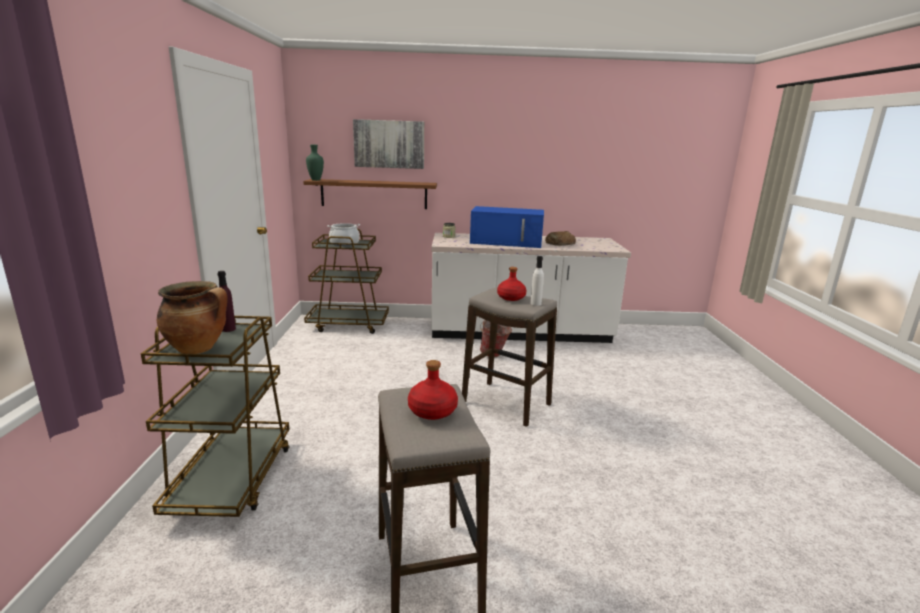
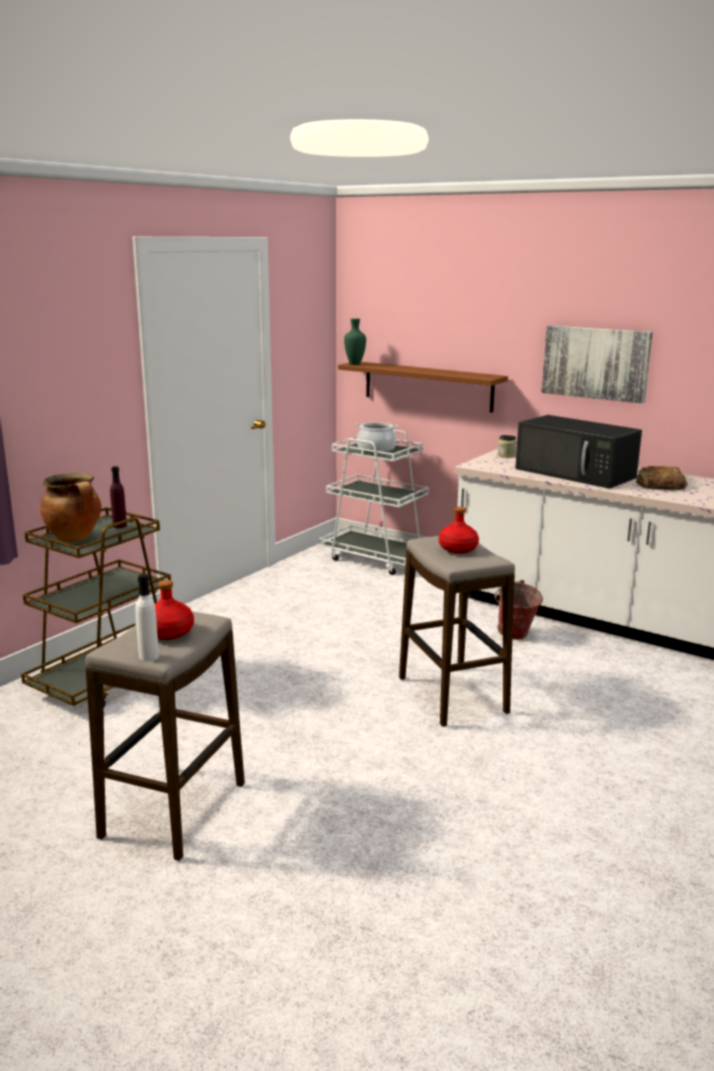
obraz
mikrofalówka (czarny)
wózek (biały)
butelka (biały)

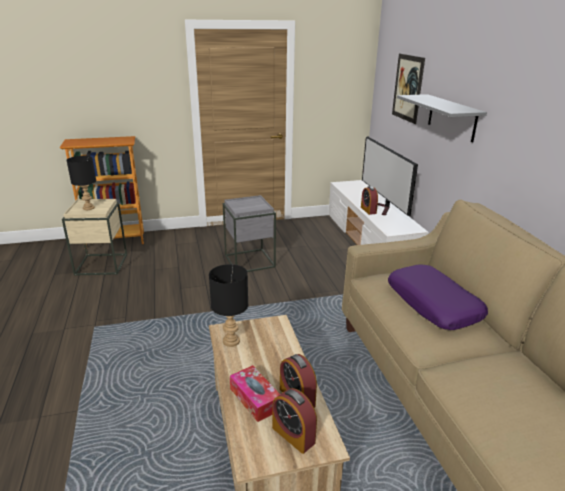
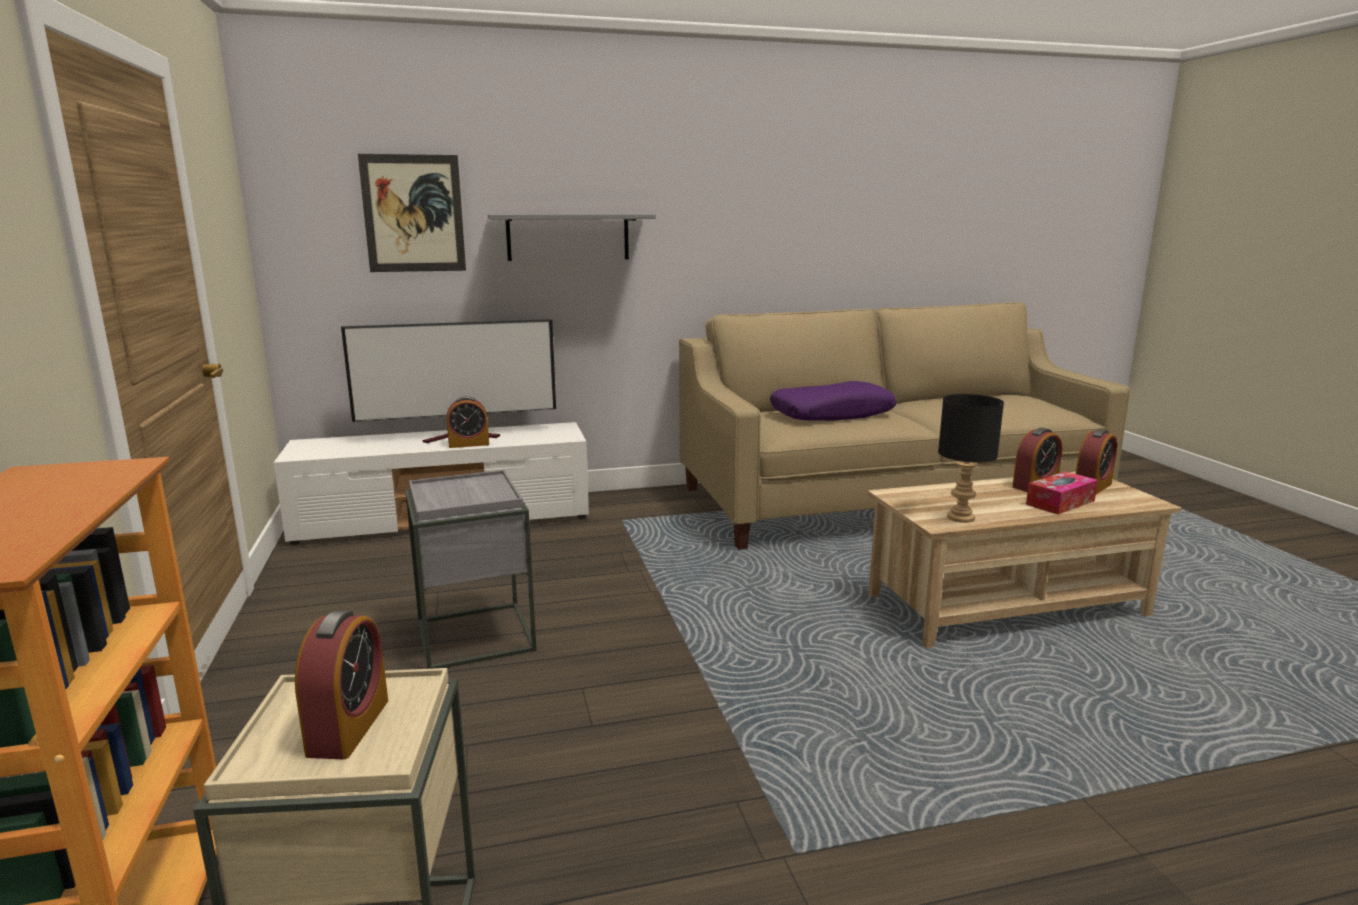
budzik (1st from left)

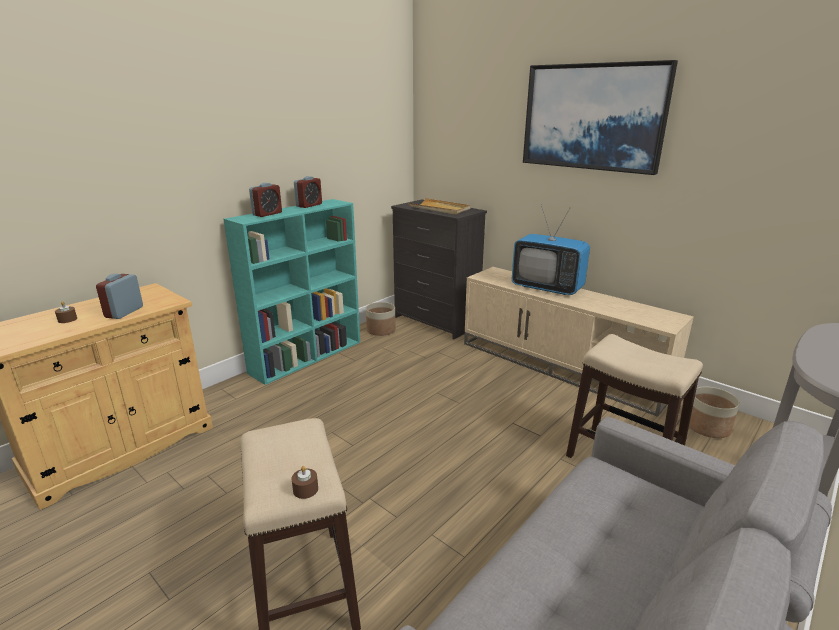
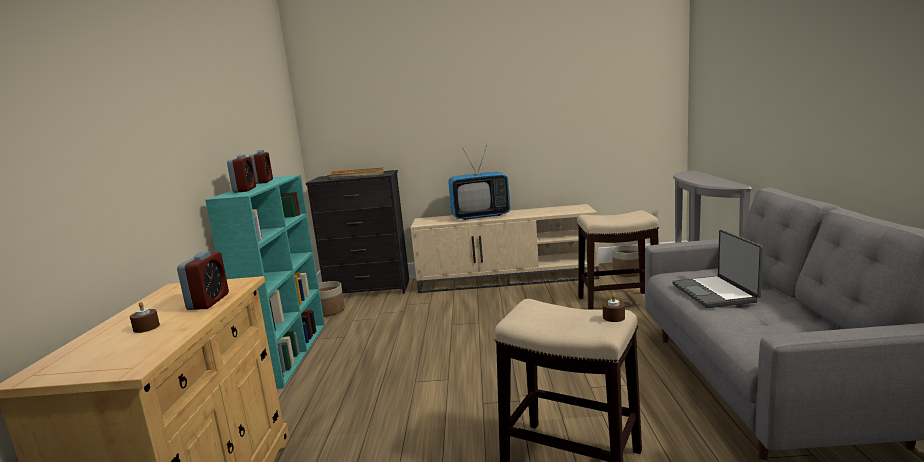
obraz
budzik (1st from left)
laptop

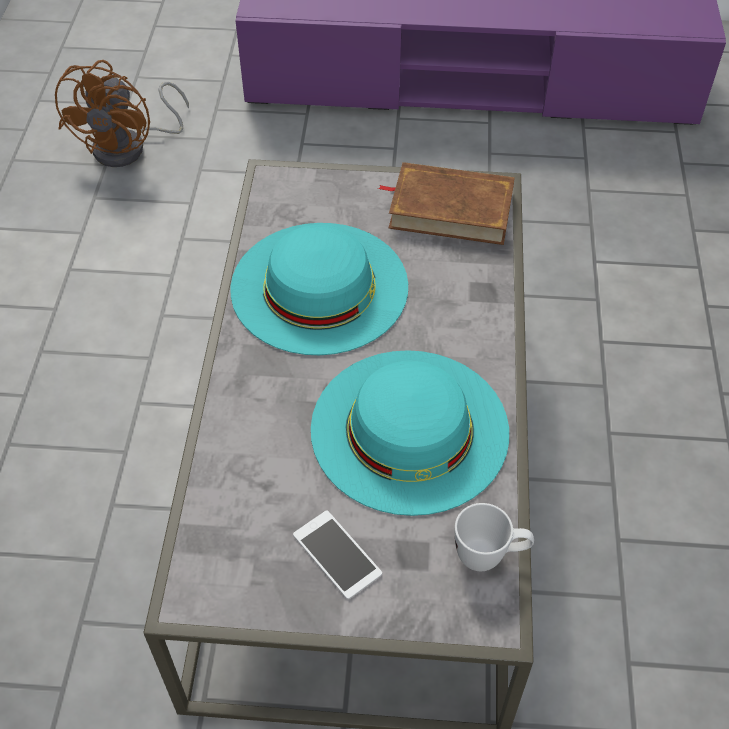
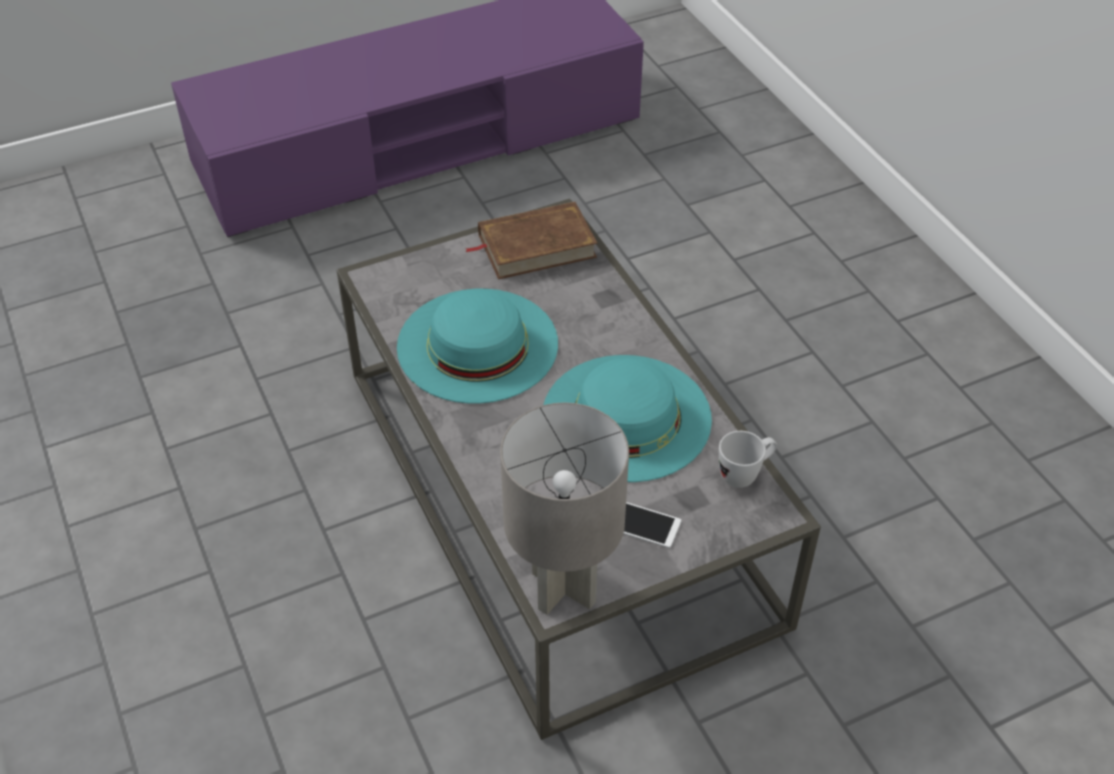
wentylator (brązowy)
lampa stołowa (szary)

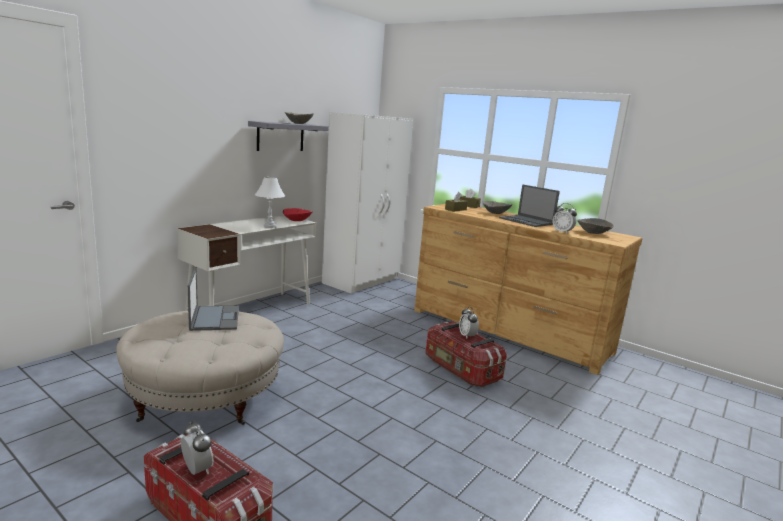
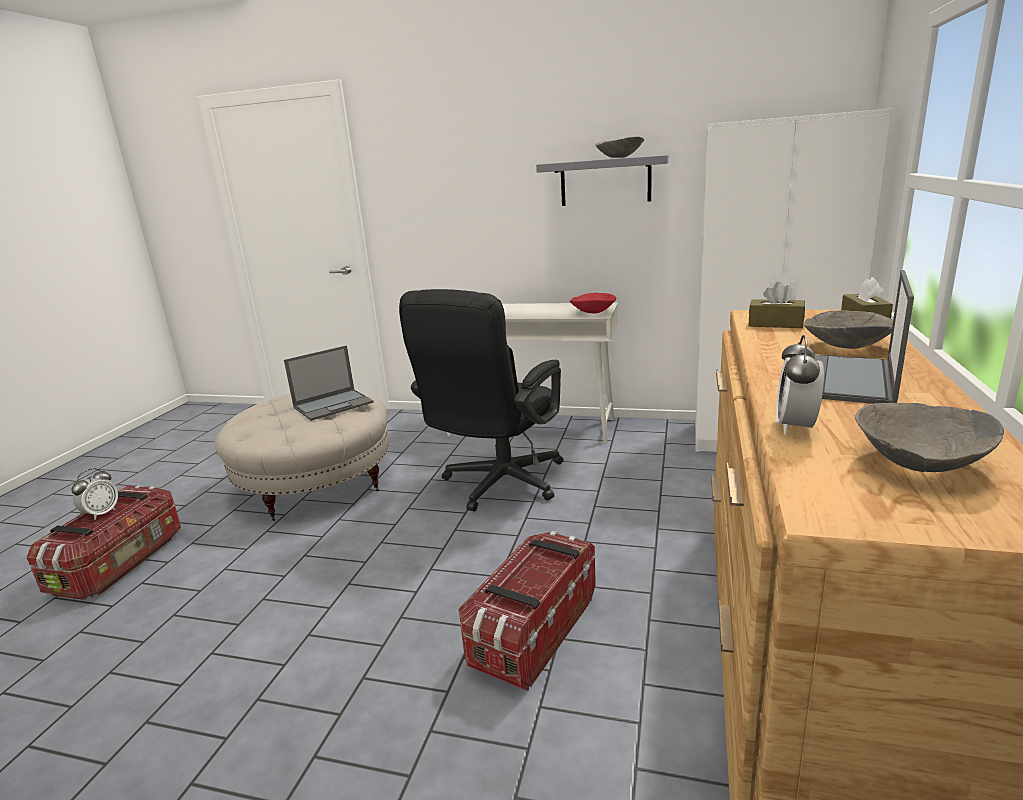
lampa stołowa (biały)
budzik (2nd from left in the first image)
krzesło biurowe (czarny)

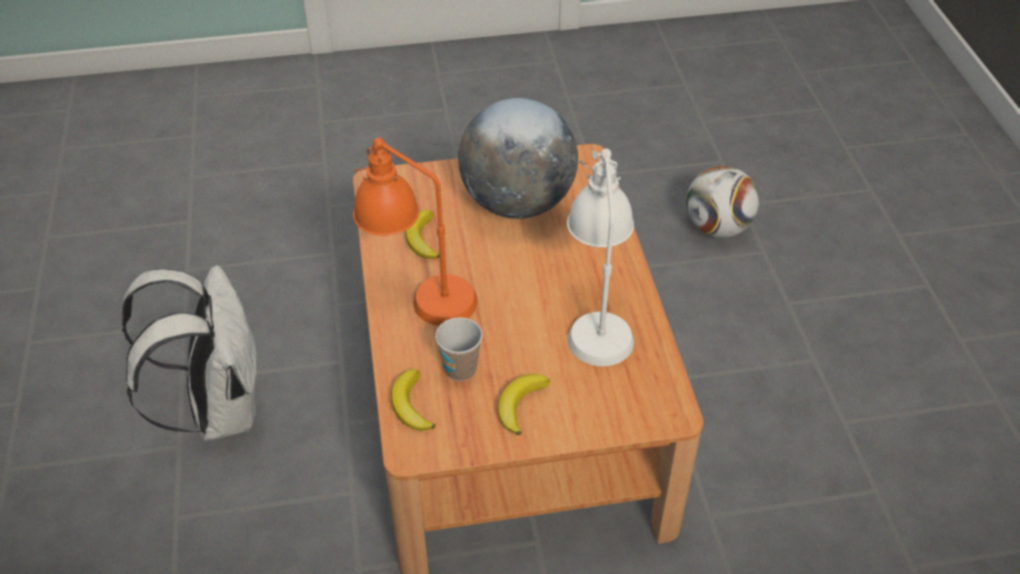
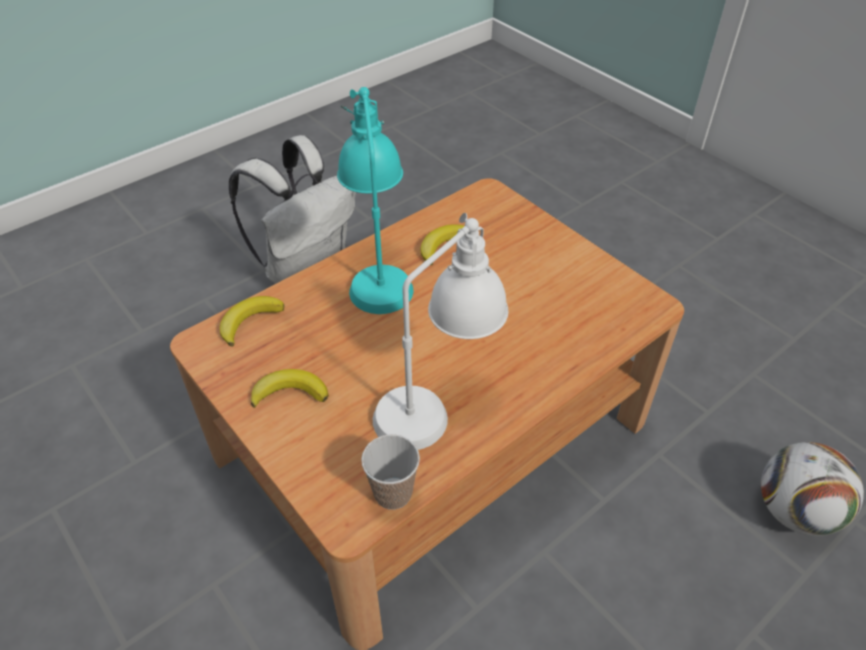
globus
lampa stołowa (turkusowy)
filiżanka

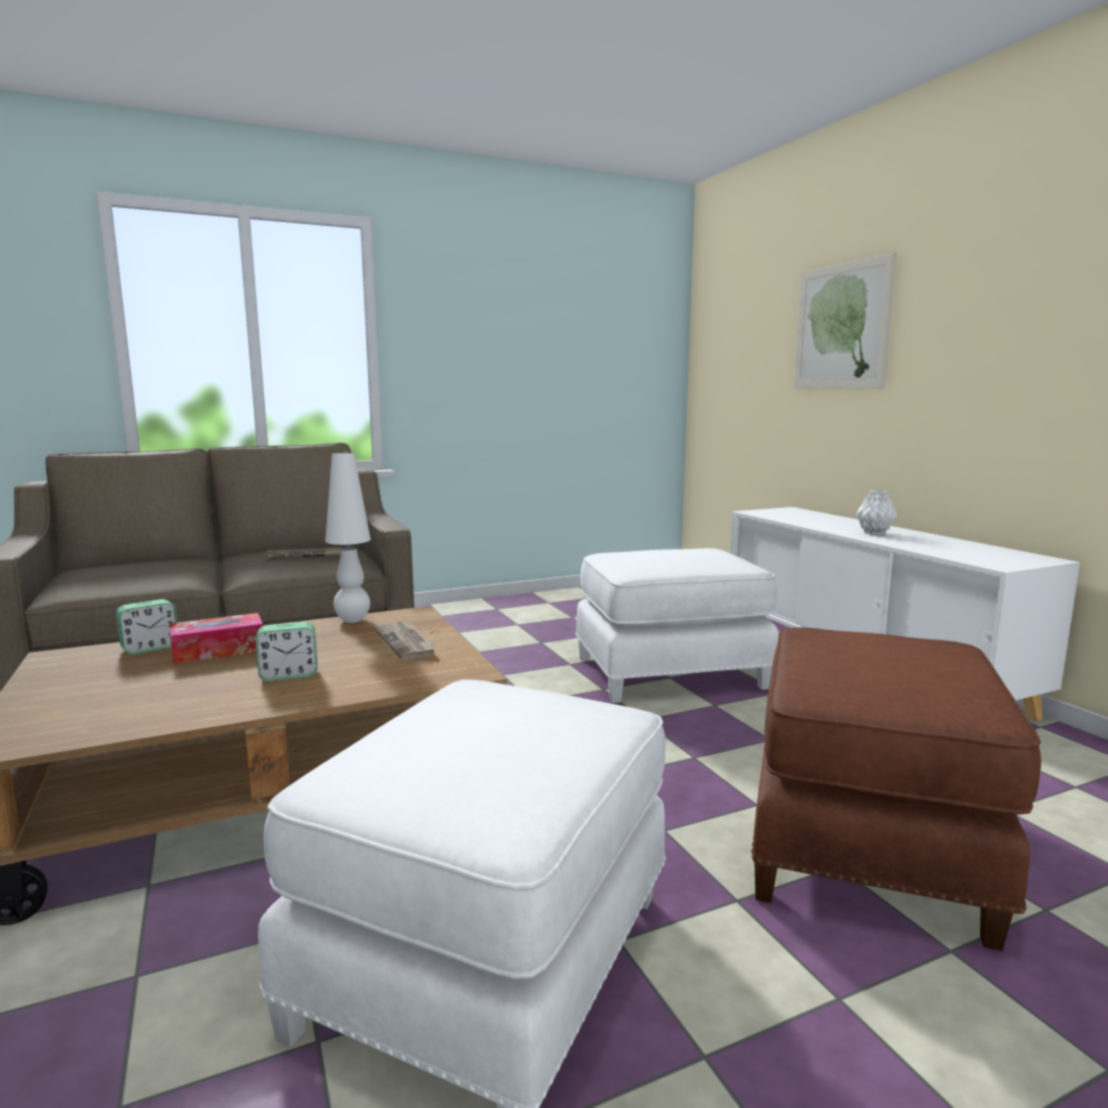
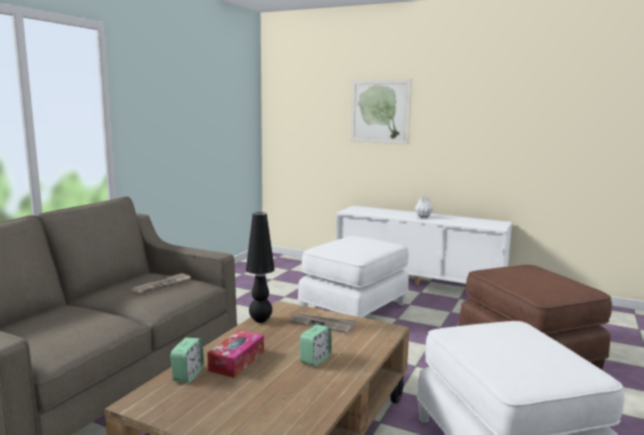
lampa stołowa (czarny)

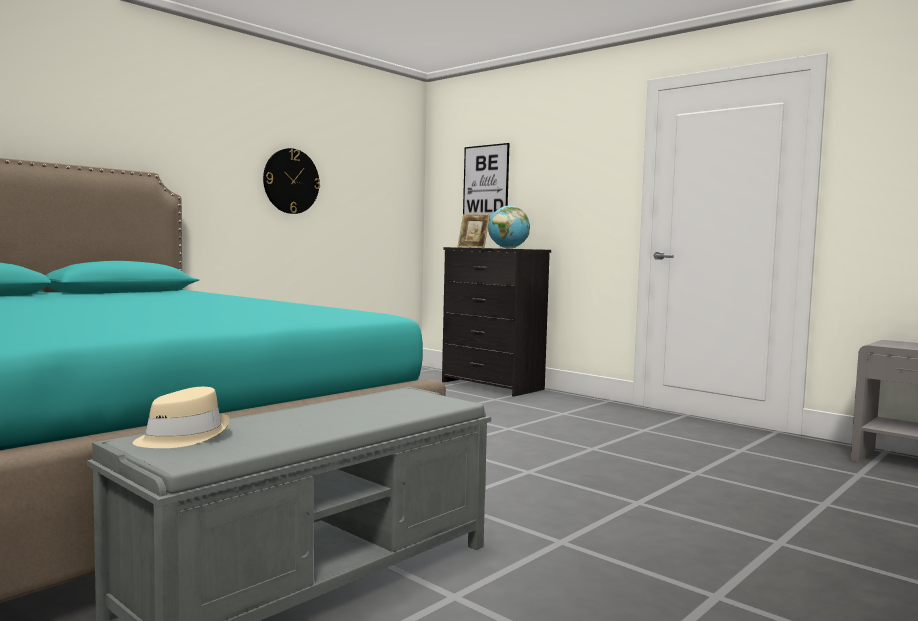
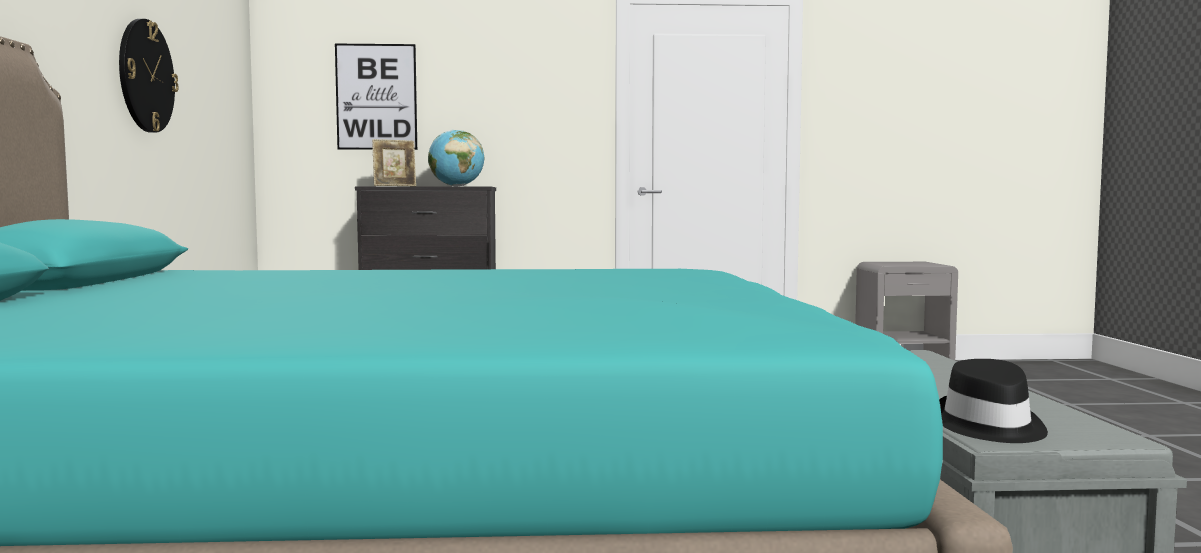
kapelusz (czarny)

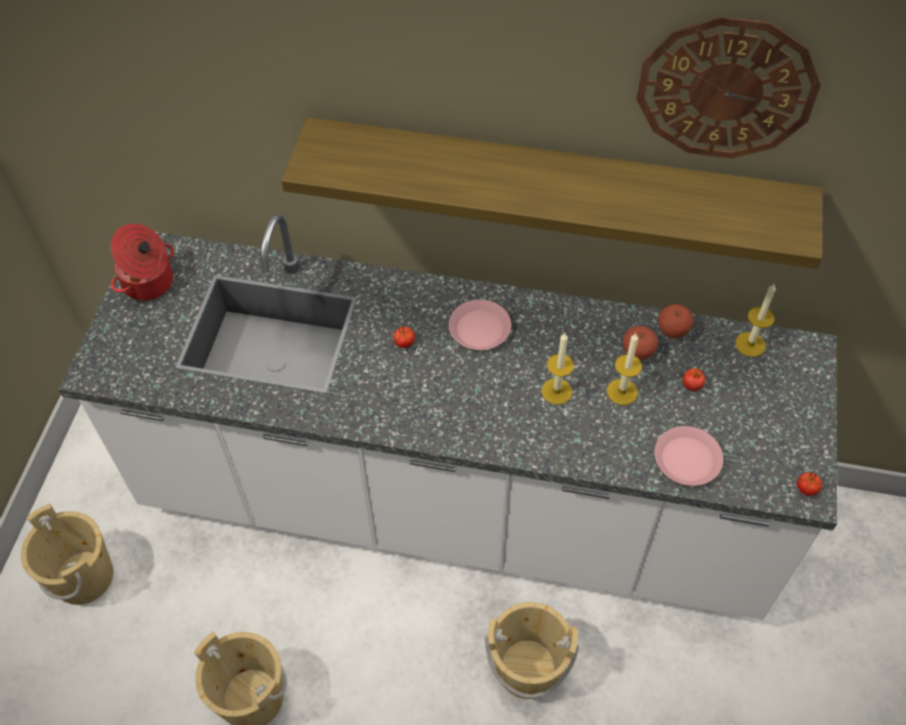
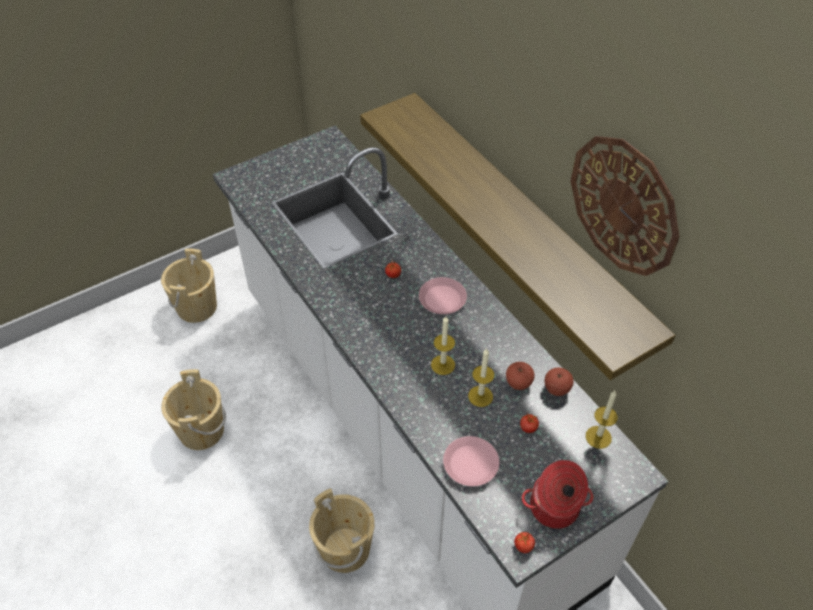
garnek

